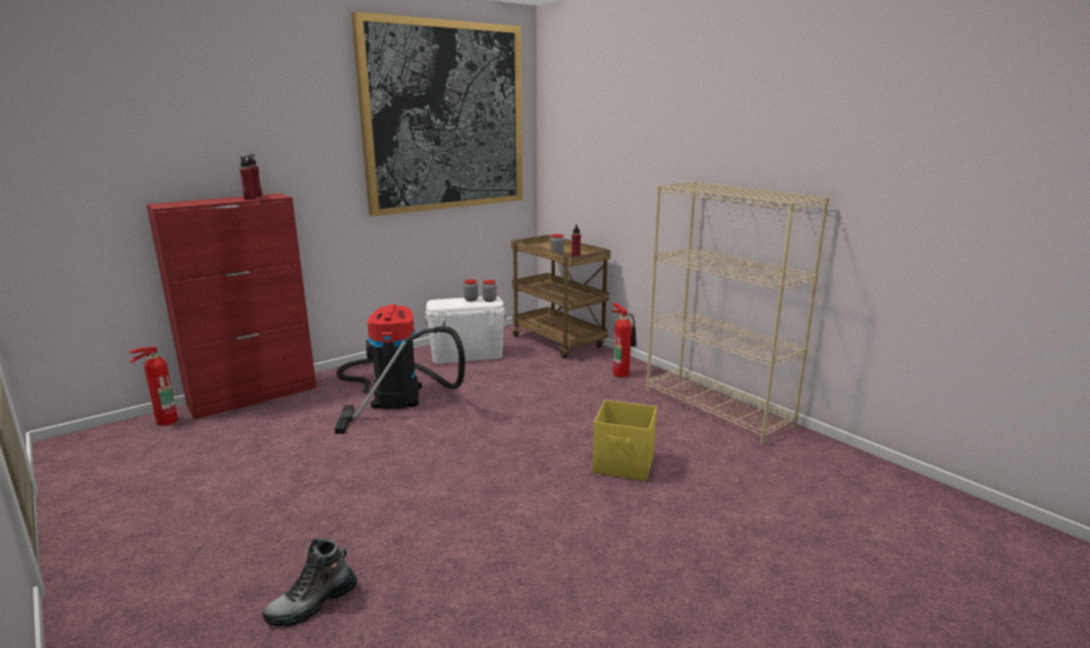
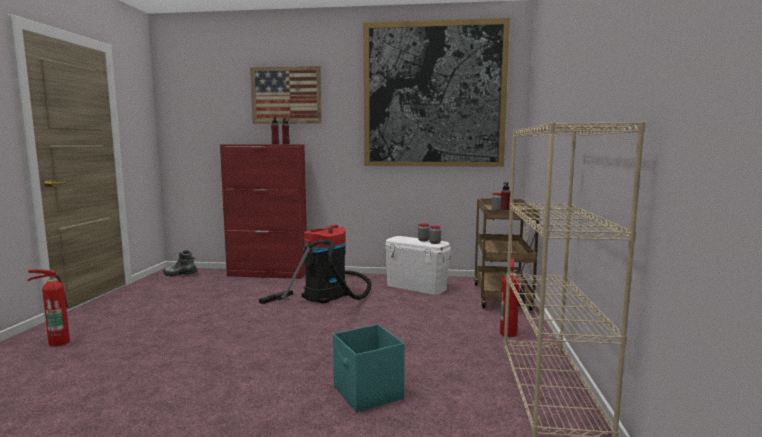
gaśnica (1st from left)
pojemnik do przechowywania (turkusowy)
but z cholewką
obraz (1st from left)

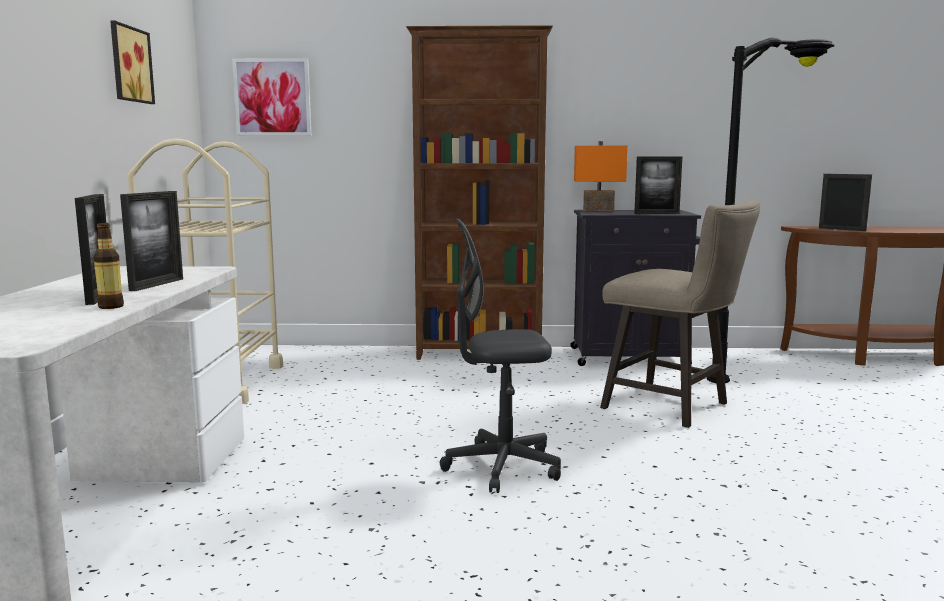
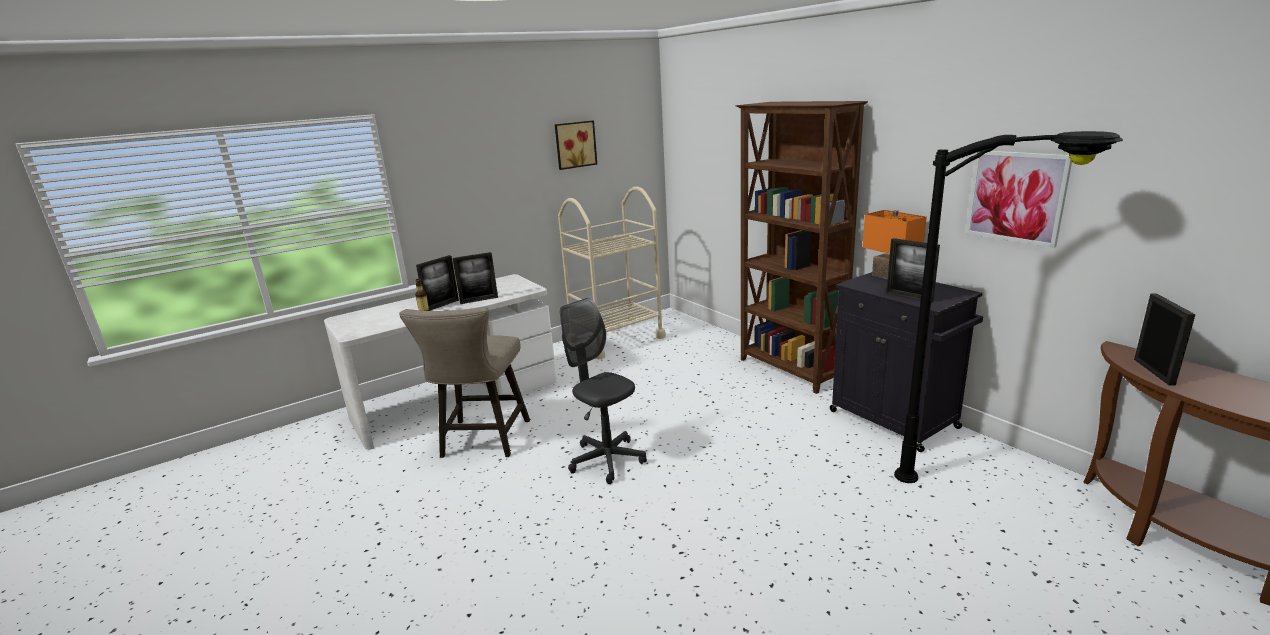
obraz (2nd from left)
stołek (beżowy)

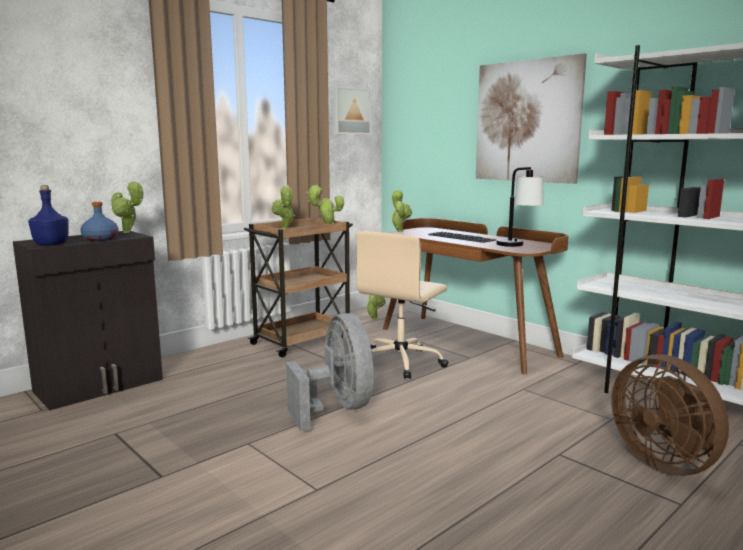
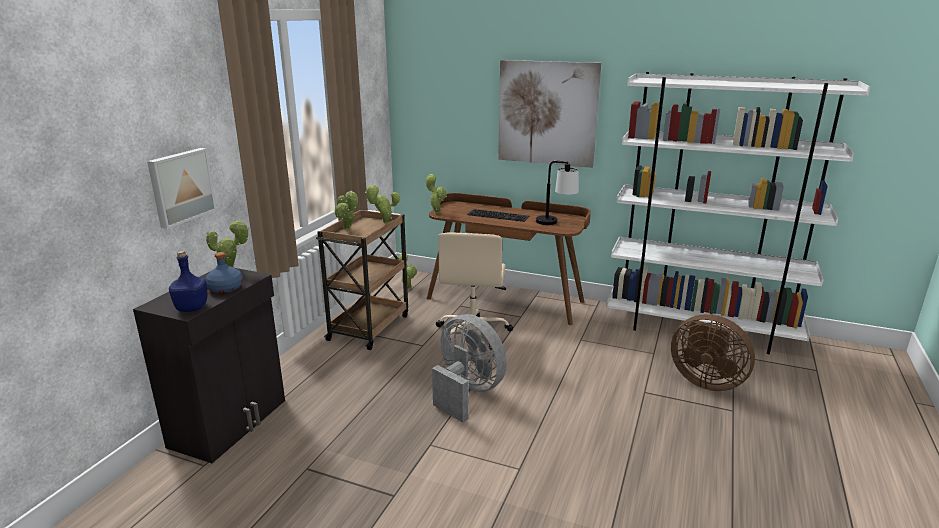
obraz (1st from left)

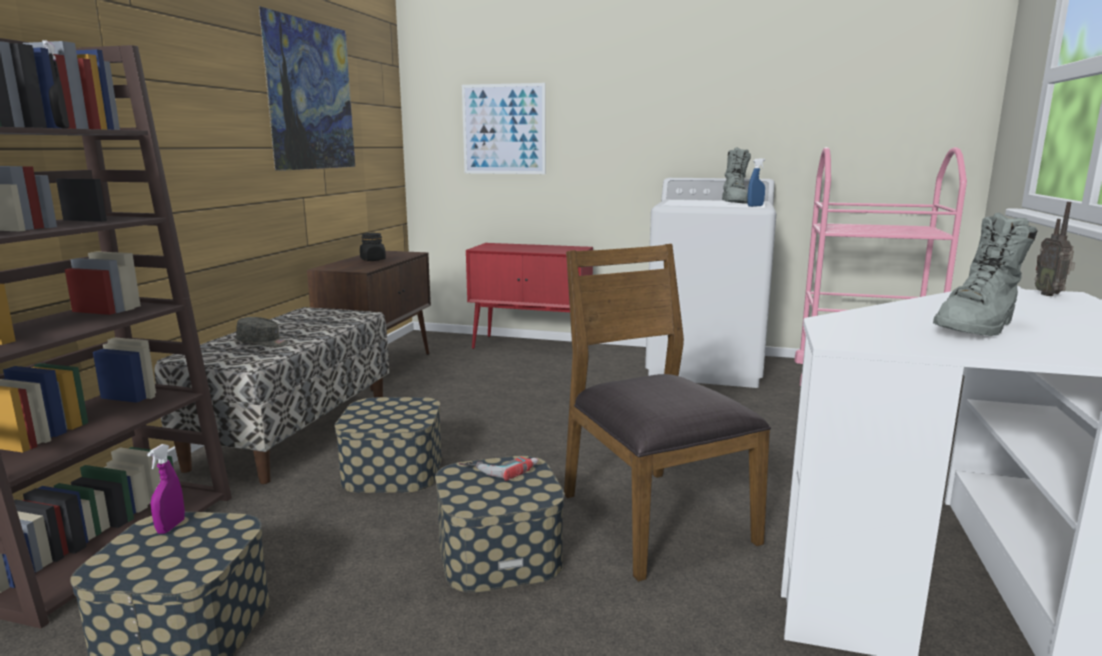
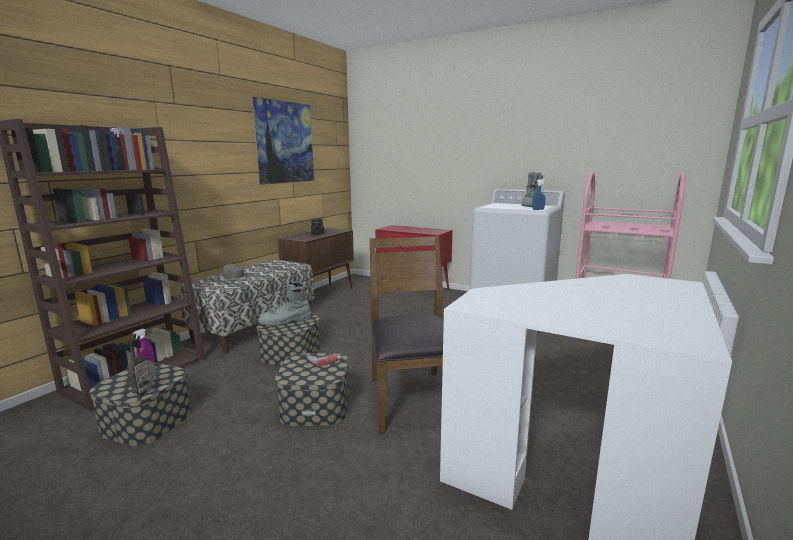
obraz (2nd from left in the first image)
radio
but z cholewką (szary) (1st from left)

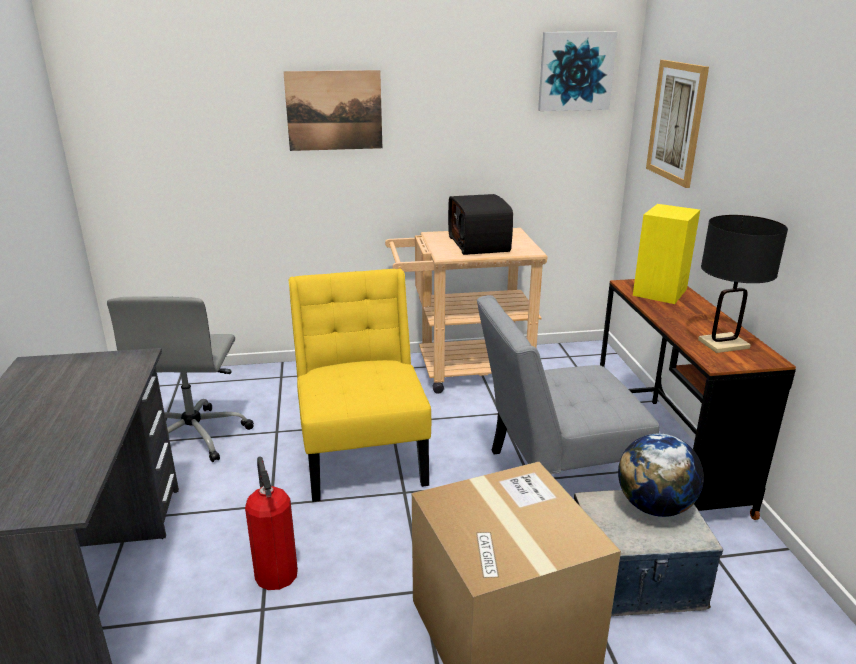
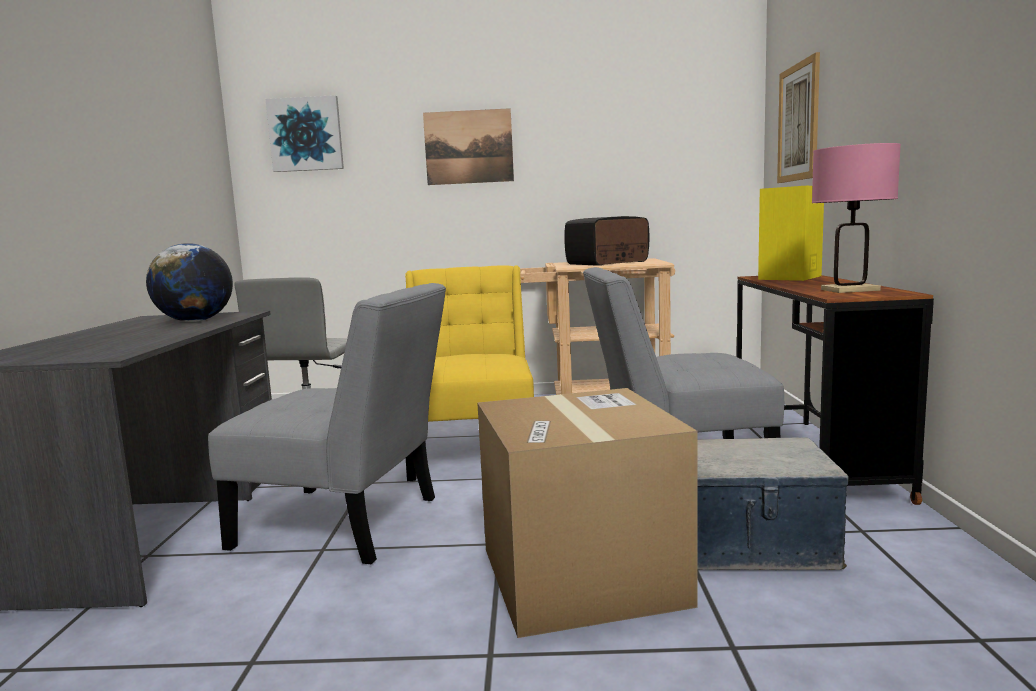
obraz (1st from left)
radio
lampa stołowa (różowy)
globus
krzesło (szary) (1st from left)

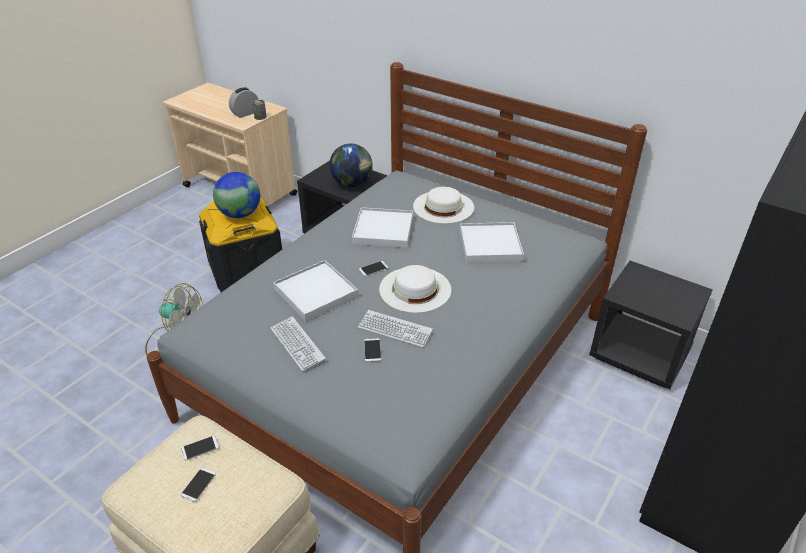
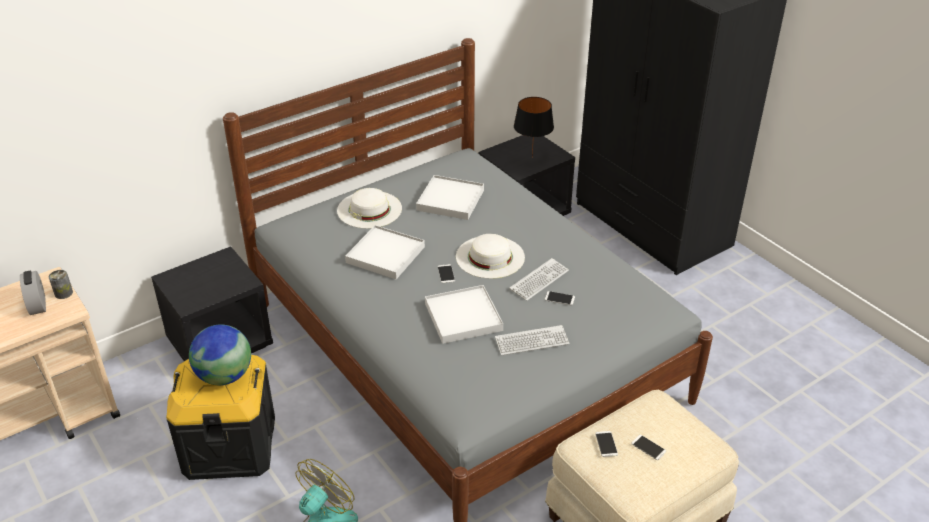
globus (2nd from left in the first image)
lampa stołowa (czarny)

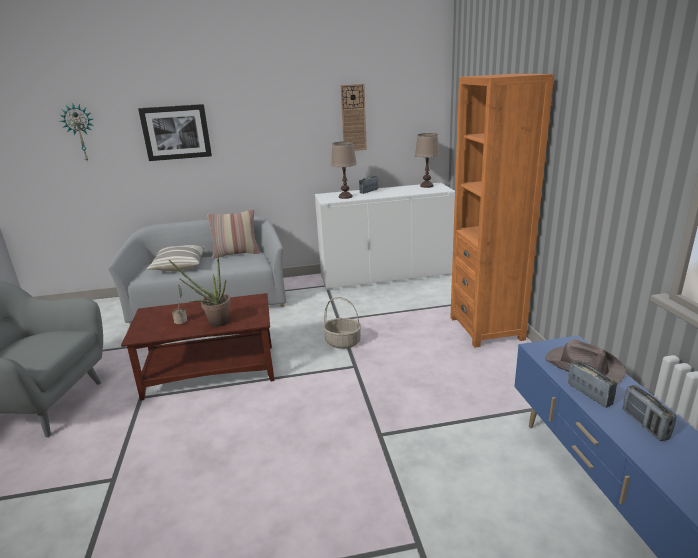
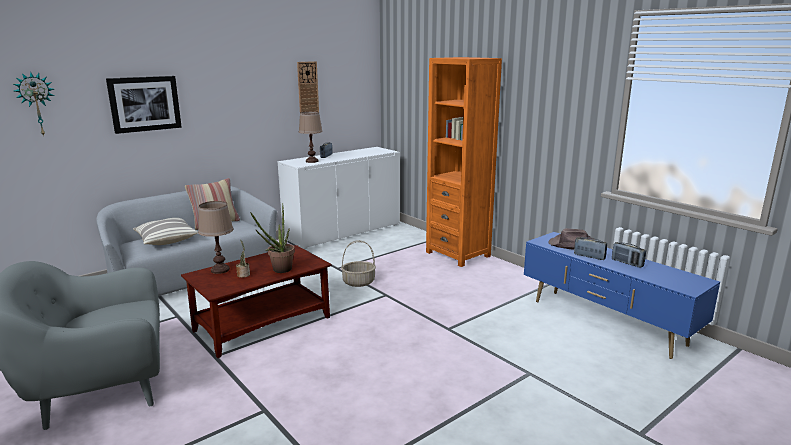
lampa stołowa (brązowy) (1st from left)

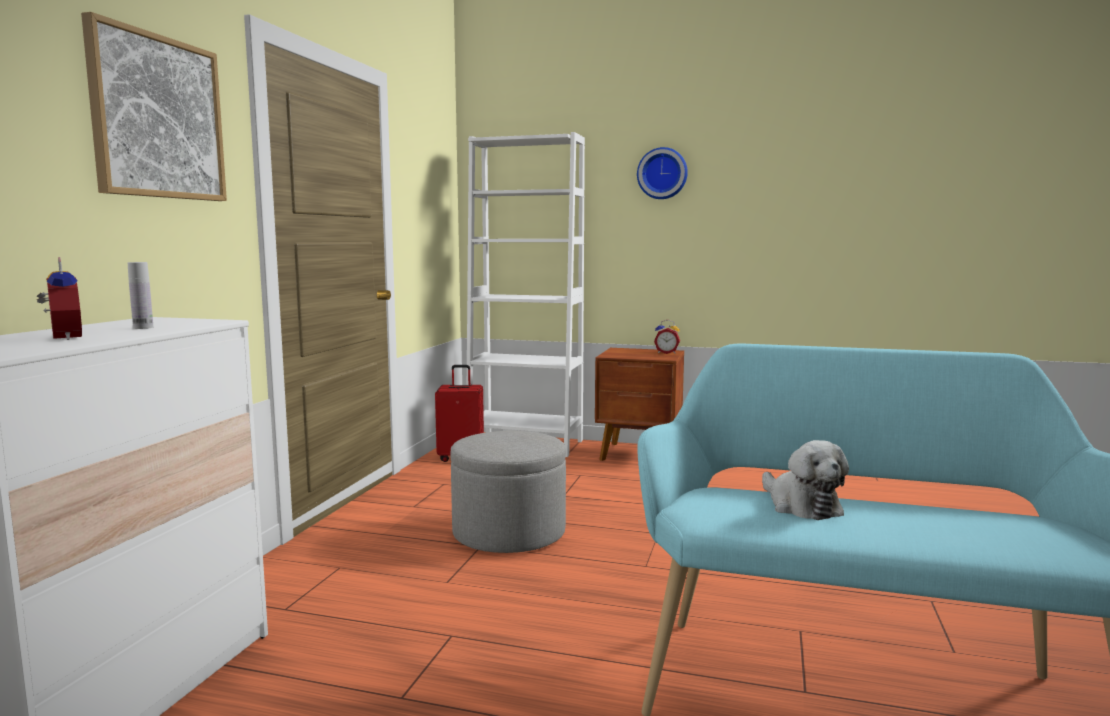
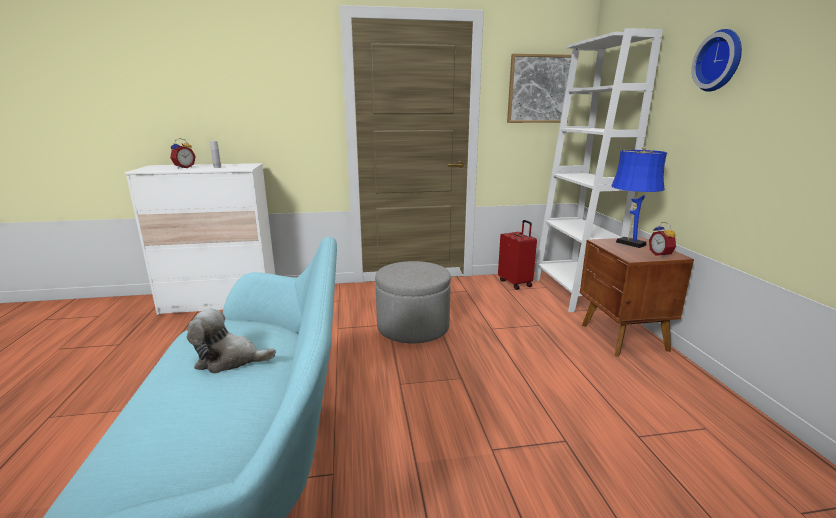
obraz
pluszak
lampa stołowa (niebieski)

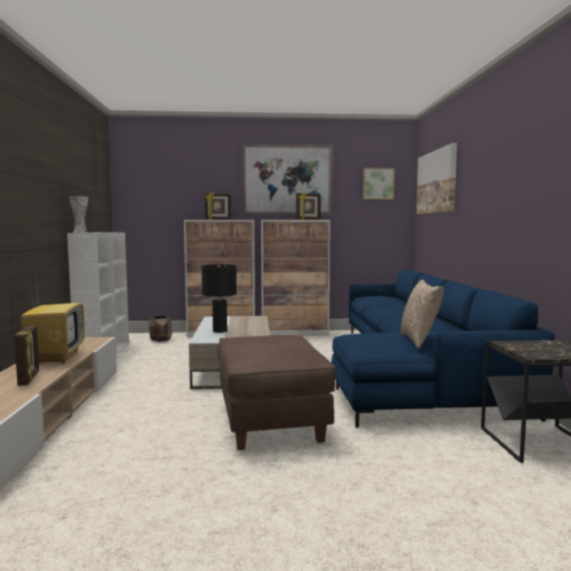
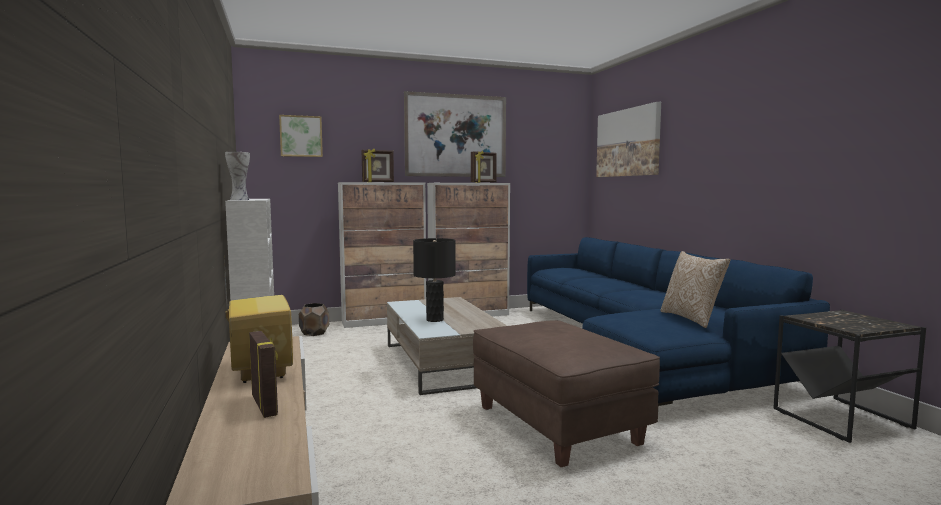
obraz (1st from left)

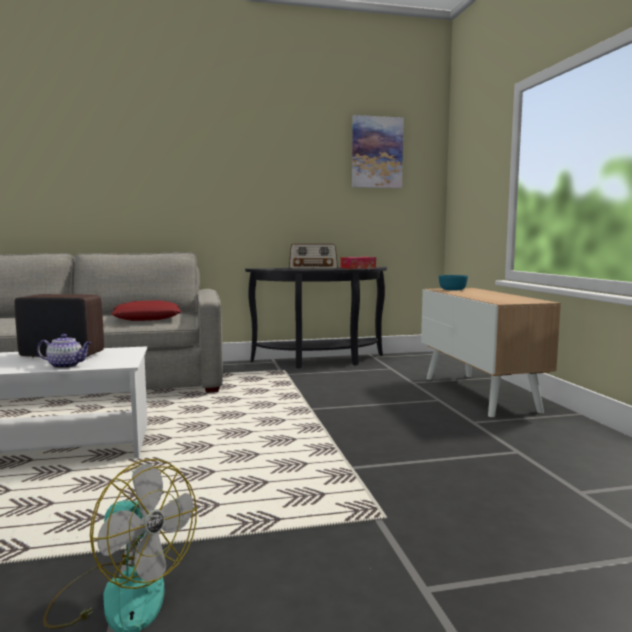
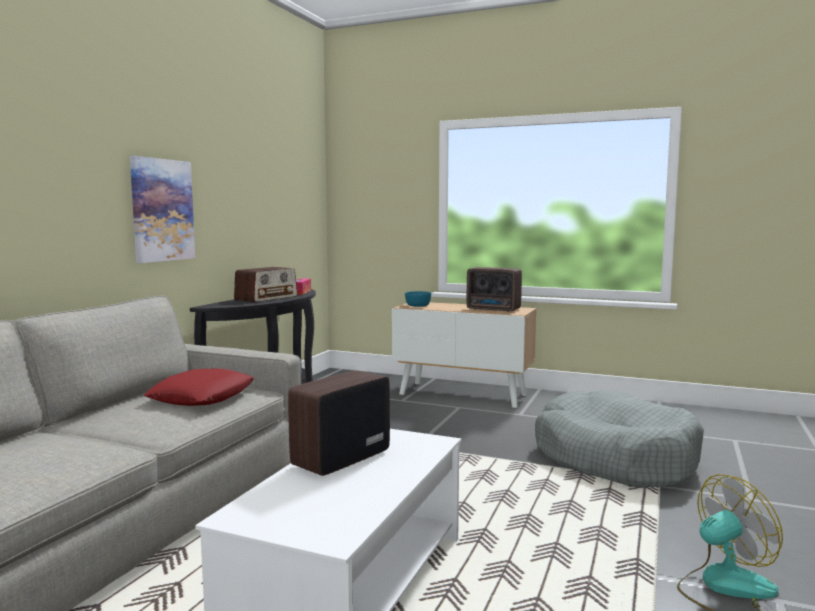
obraz
imbryk
radio (3rd from left)
legowisko (szary)

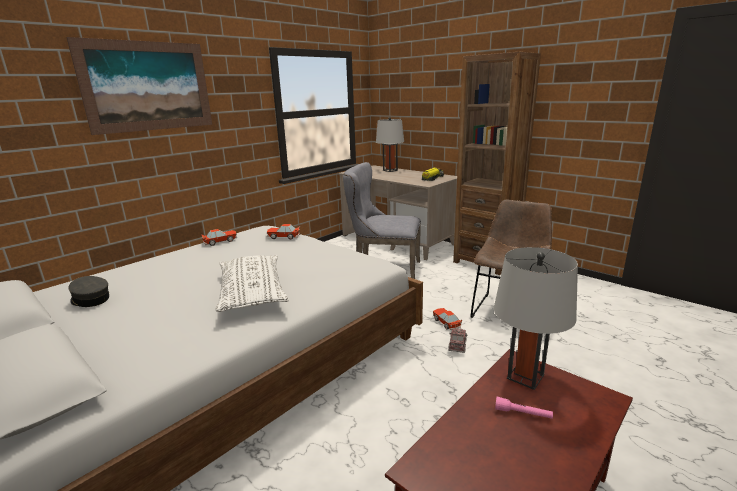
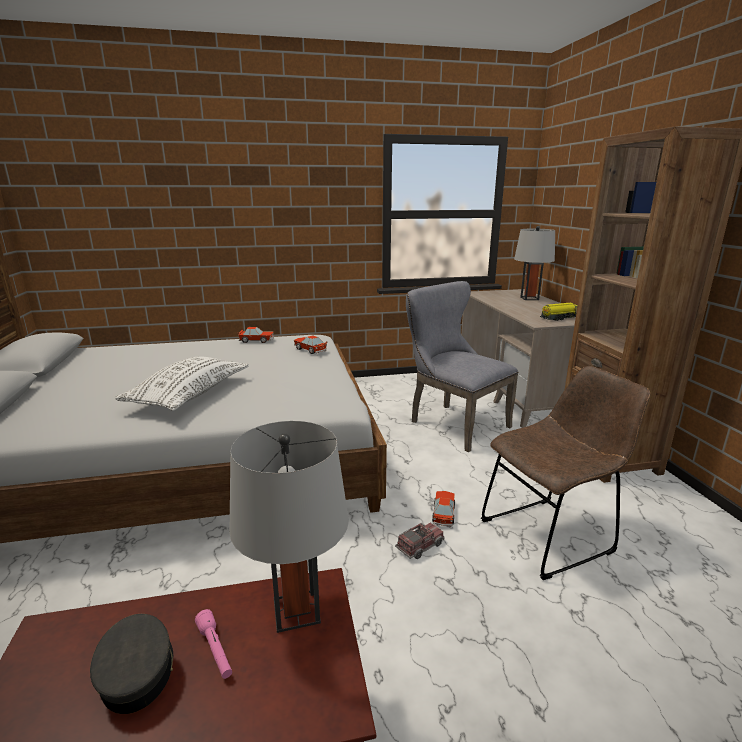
obraz
czapka z daszkiem (szary)

